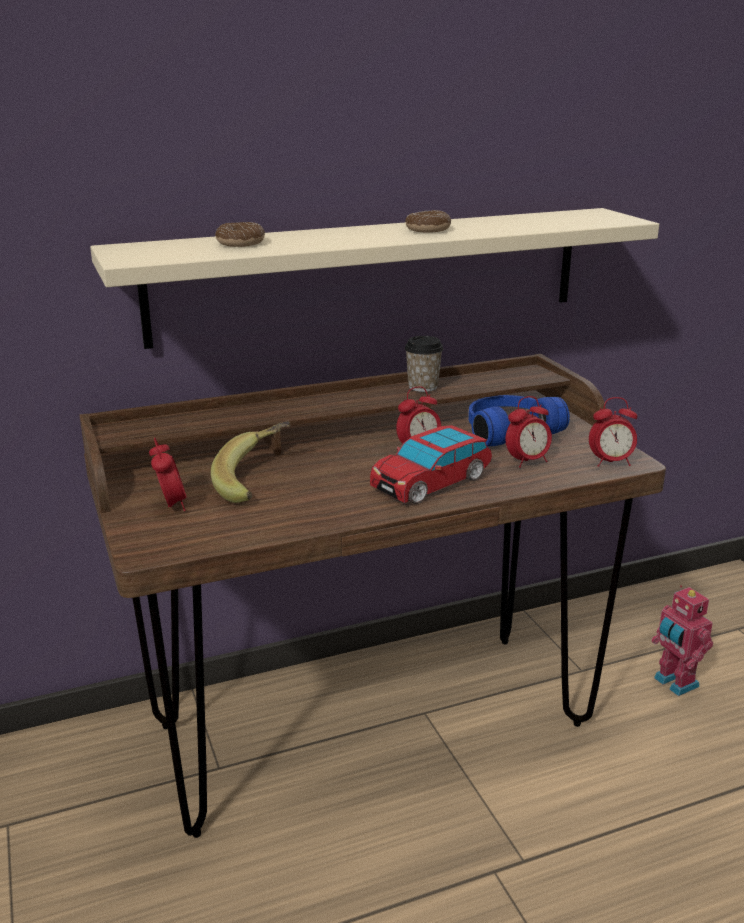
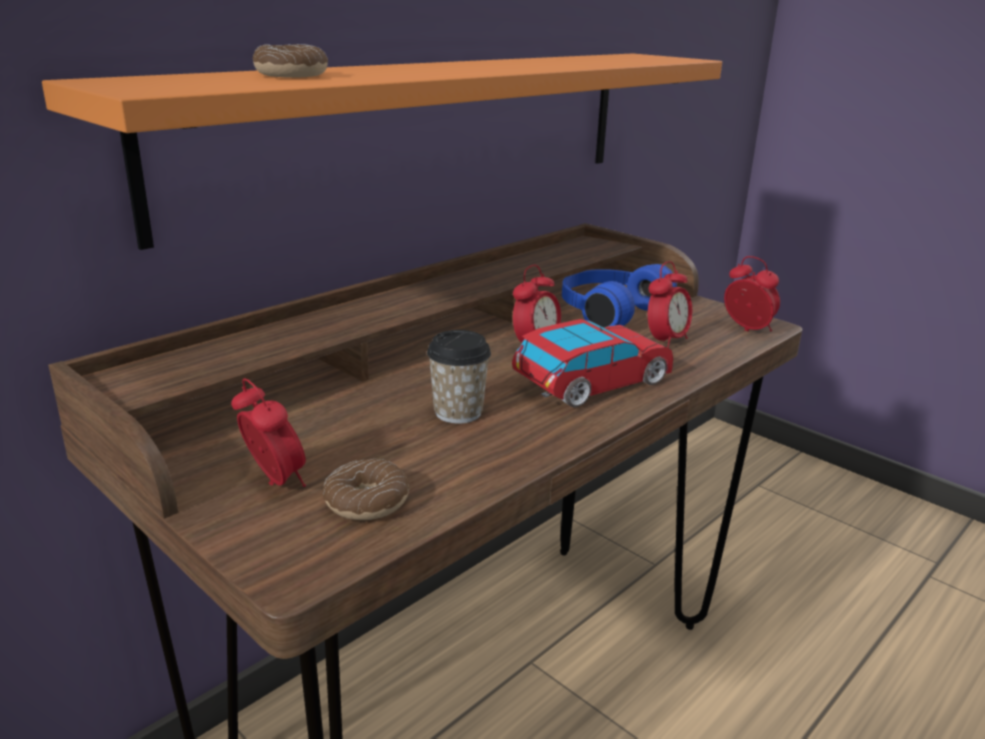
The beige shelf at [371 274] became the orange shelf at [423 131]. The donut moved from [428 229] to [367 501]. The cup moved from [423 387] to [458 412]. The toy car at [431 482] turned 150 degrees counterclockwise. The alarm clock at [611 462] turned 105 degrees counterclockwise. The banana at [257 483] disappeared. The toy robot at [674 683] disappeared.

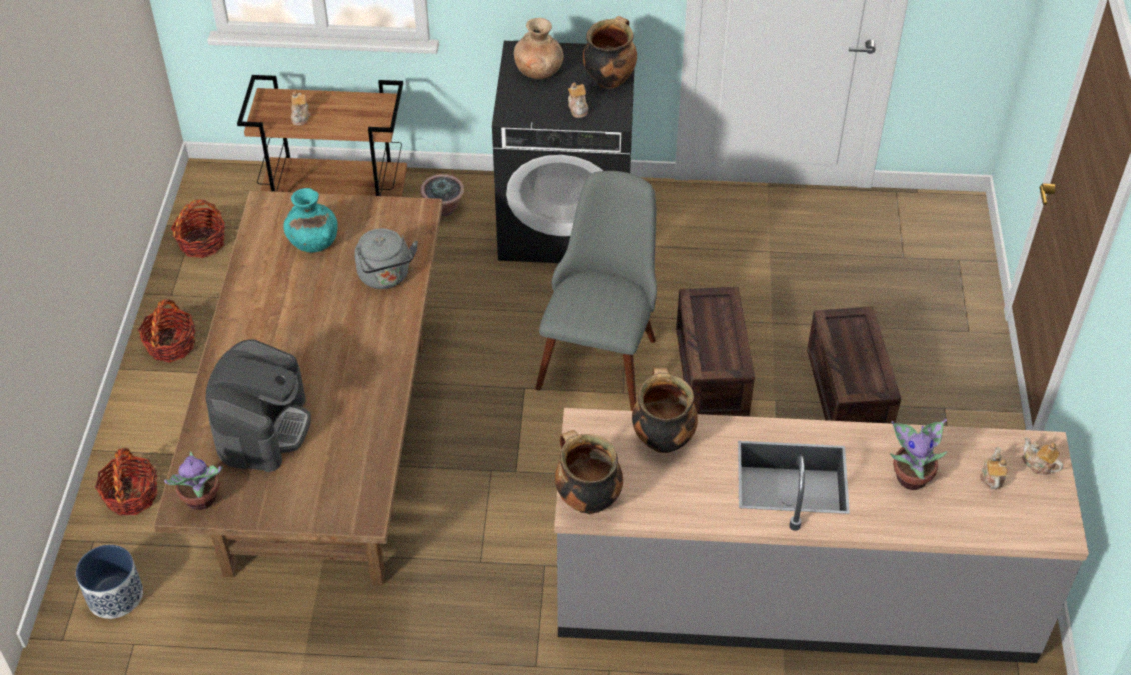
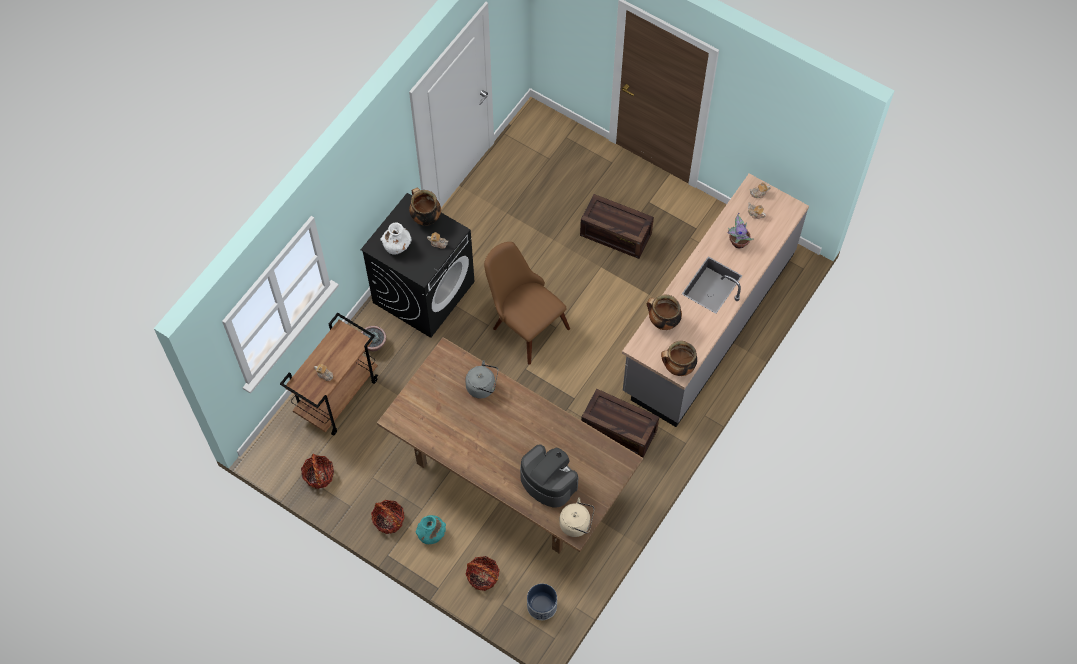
The brown vase at [539 71] became the white vase at [397 246]. The turquoise vase moved from [313 242] to [431 534]. The grey chair at [601 351] became the brown chair at [523 323]. The potted plant at [201 500] was replaced by the beige kettle at [577 524]. The crate moved from [709 370] to [617 431].

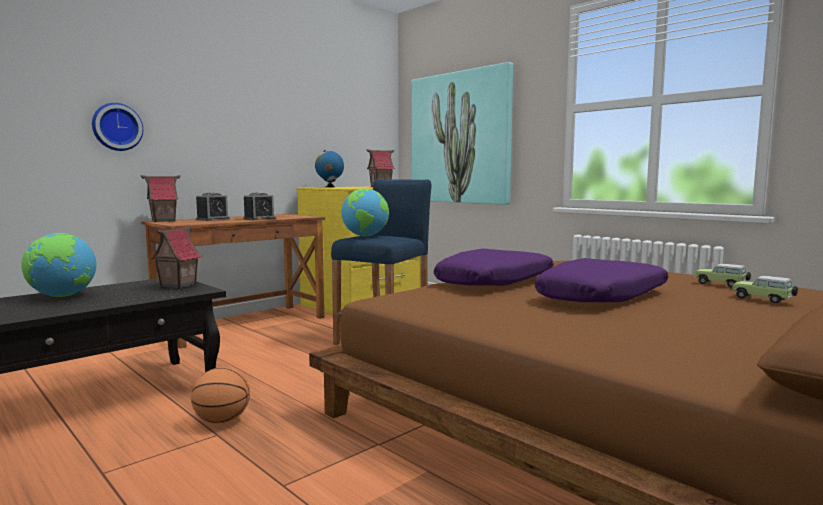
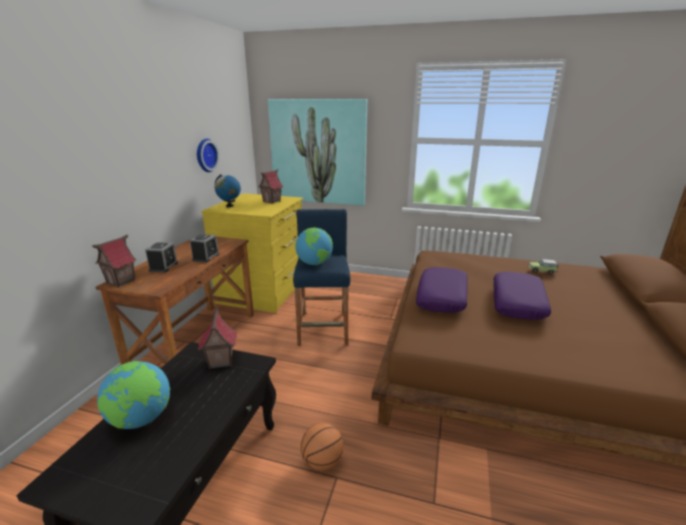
The wall clock moved from [116 127] to [205 155]. The toy car at [763 299] disappeared.

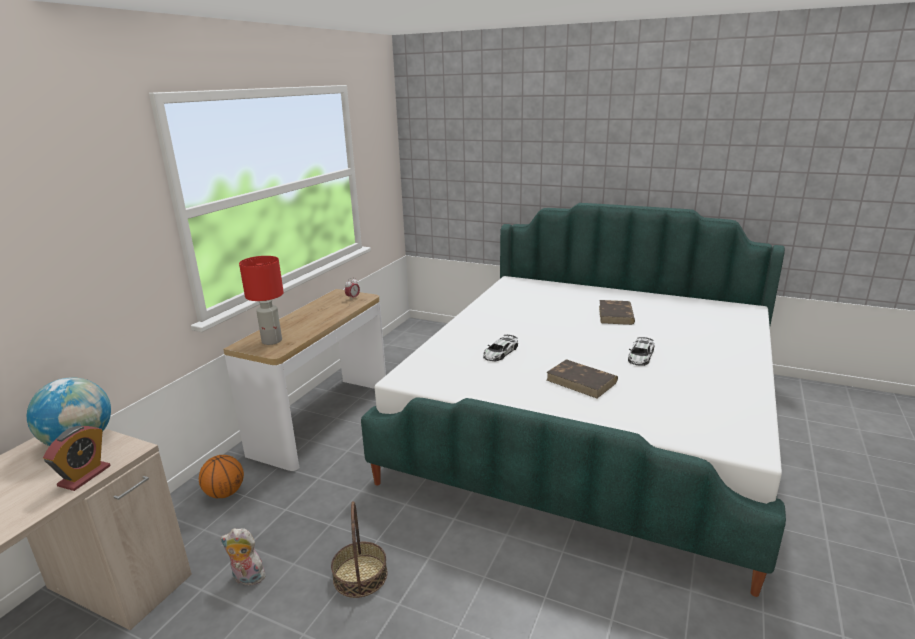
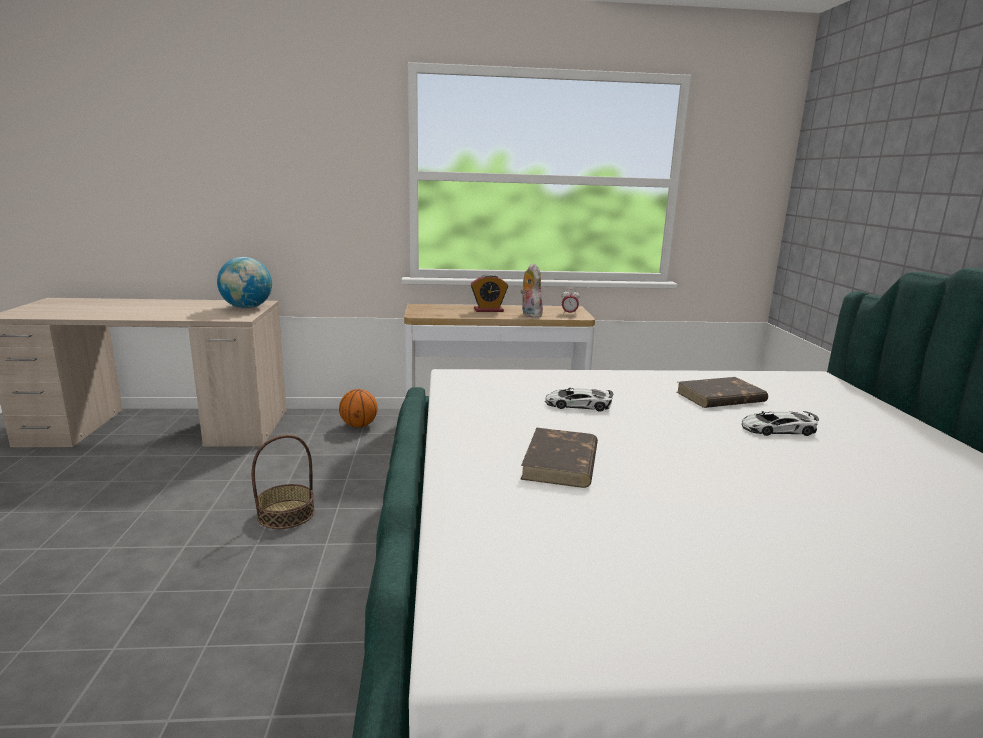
The alarm clock moved from [84 476] to [488 310]. The plush toy moved from [247 579] to [529 315]. The brown book moved from [616 315] to [720 397]. The toy car moved from [640 356] to [777 429]. The red table lamp at [272 341] disappeared.

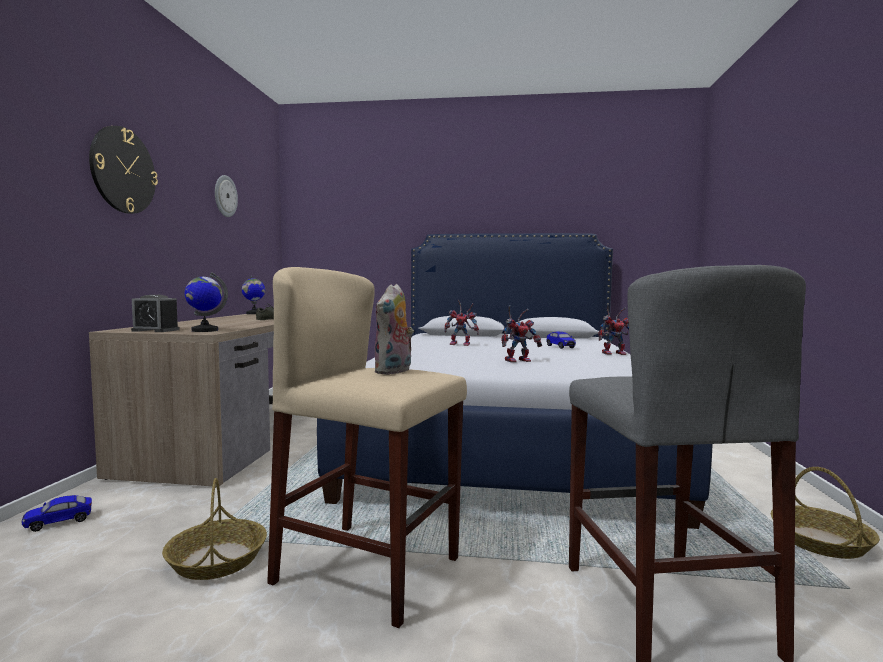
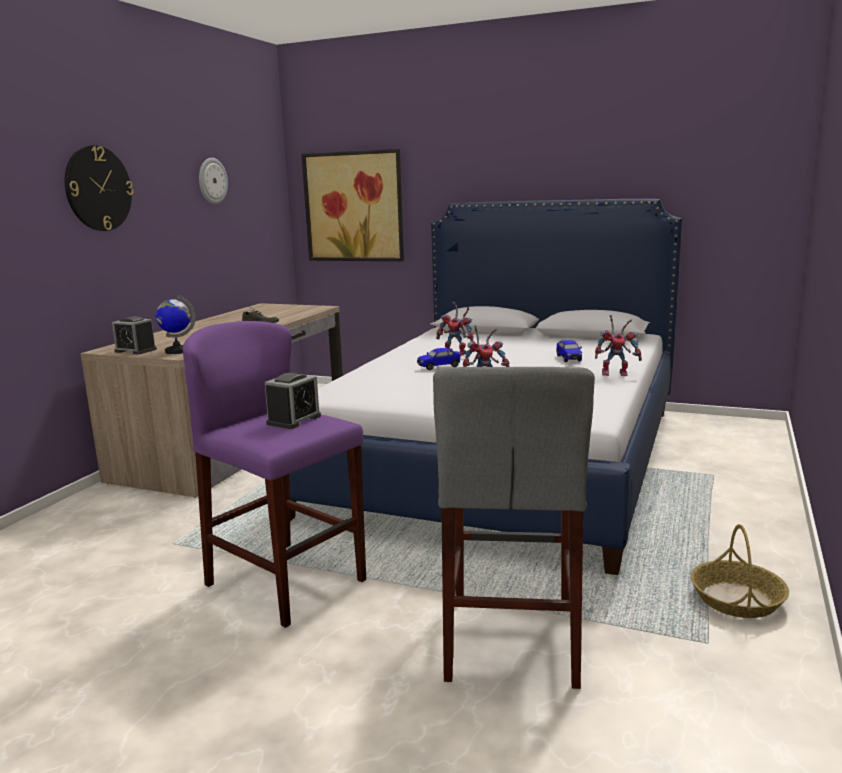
The beige stool at [368 570] became the purple stool at [286 582]. The plush toy at [394 371] was replaced by the alarm clock at [294 420]. The picture at [354 207] appeared. The toy car moved from [58 522] to [439 367]. The basket at [216 559] disappeared. The globe at [254 313] disappeared.

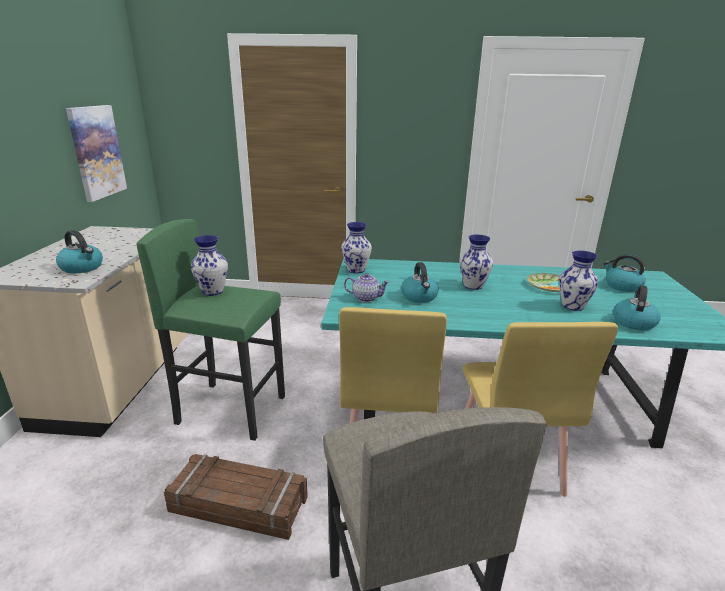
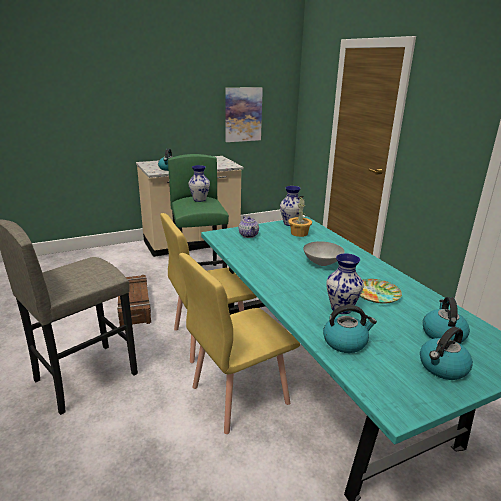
The potted plant at [299 233] appeared. The vase at [473 285] was replaced by the grey bowl at [322 263]. The kettle moved from [419 297] to [442 367].

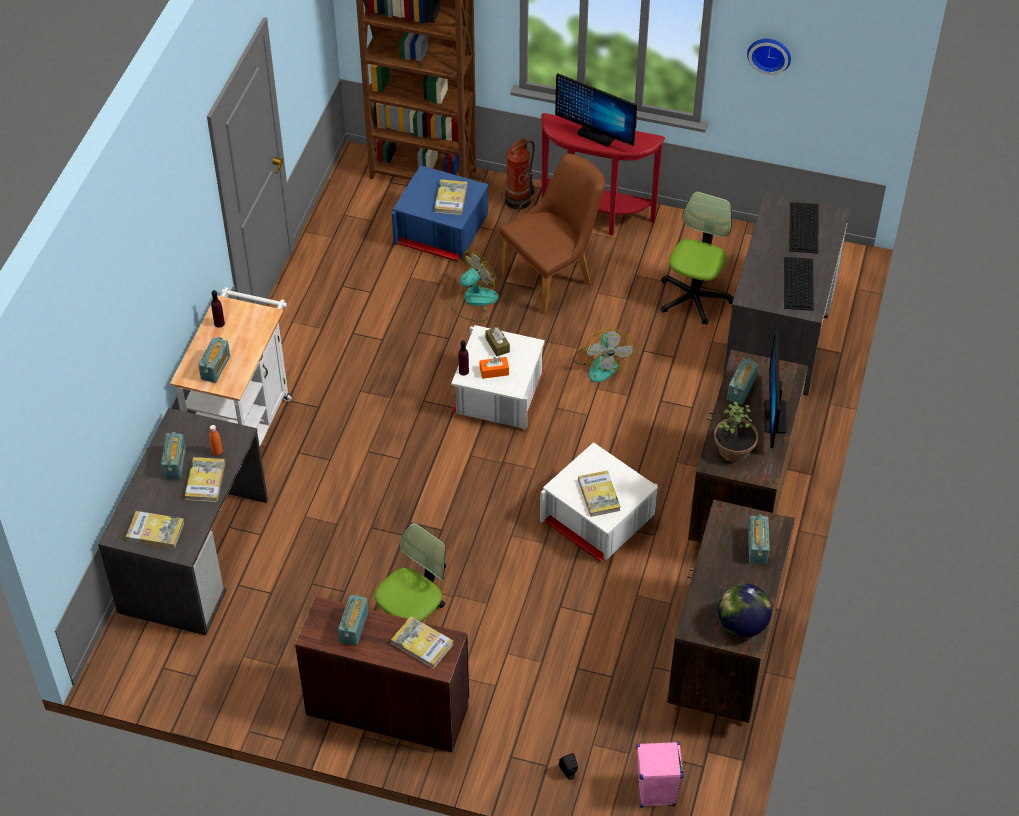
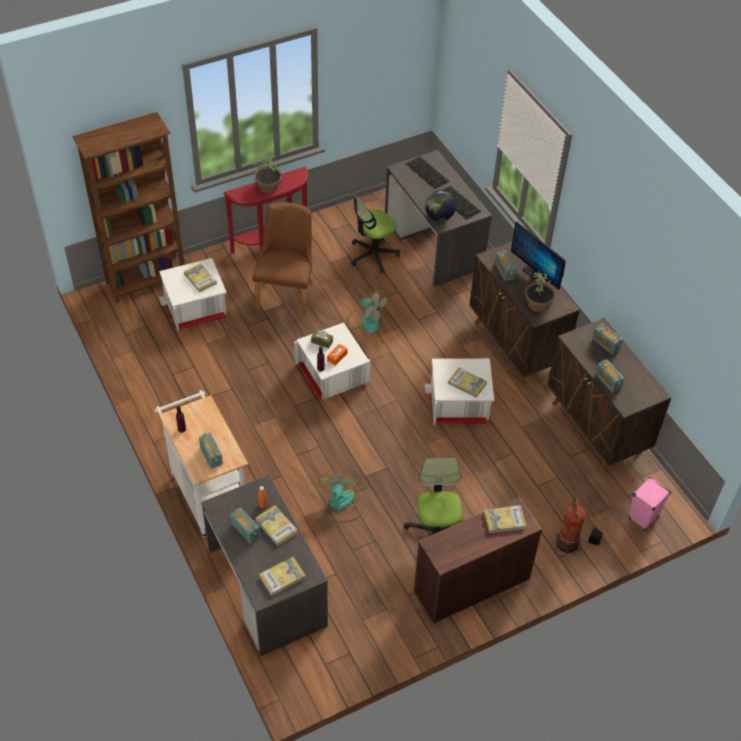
The blue storage box at [441 232] became the white storage box at [195 307]. The monitor at [596 135] was replaced by the potted plant at [268 186]. The fan moved from [474 301] to [341 505]. The office chair at [694 298] turned 105 degrees counterclockwise. The globe moved from [742 624] to [439 217]. The fire extinguisher moved from [519 200] to [567 542]. The radio moved from [354 627] to [607 381]. The wall clock at [769 53] disappeared.

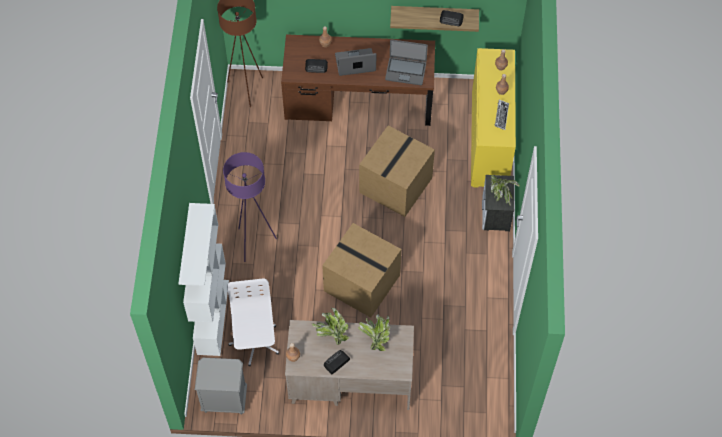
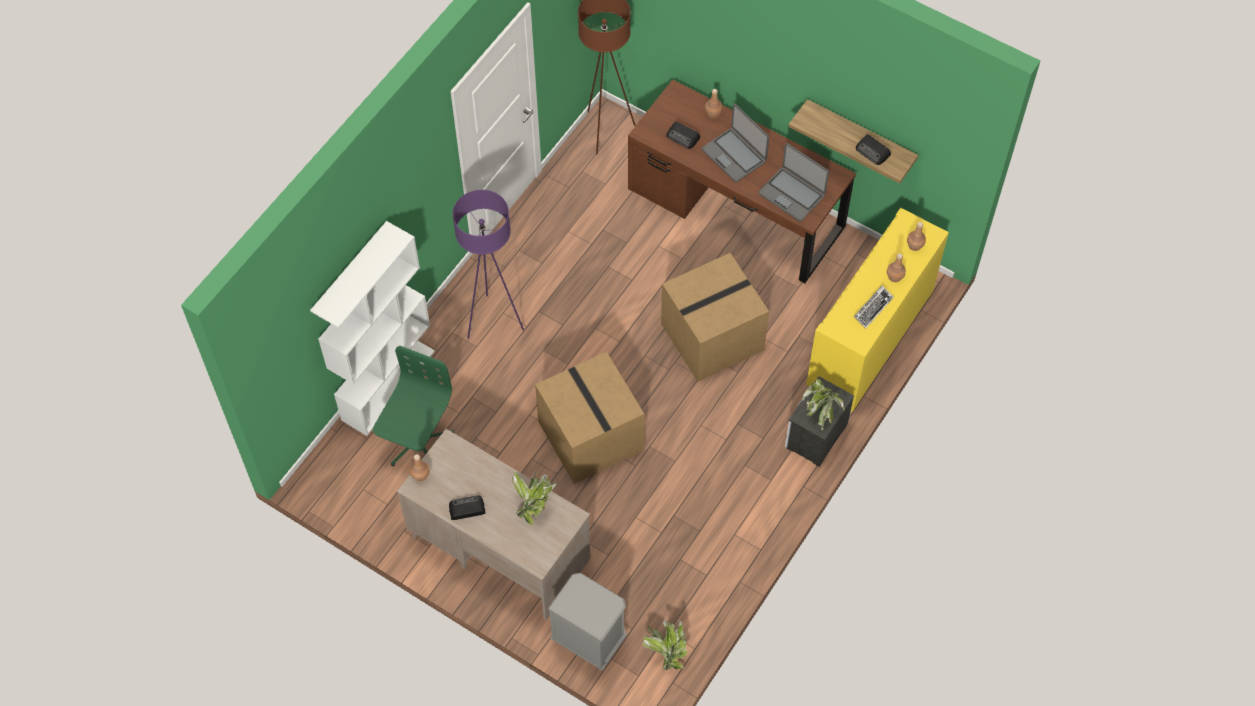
The white office chair at [255 342] became the green office chair at [417 441]. The grey nightstand moved from [224 400] to [589 640]. The potted plant moved from [331 333] to [666 650]. The laptop at [355 63] turned 150 degrees counterclockwise.

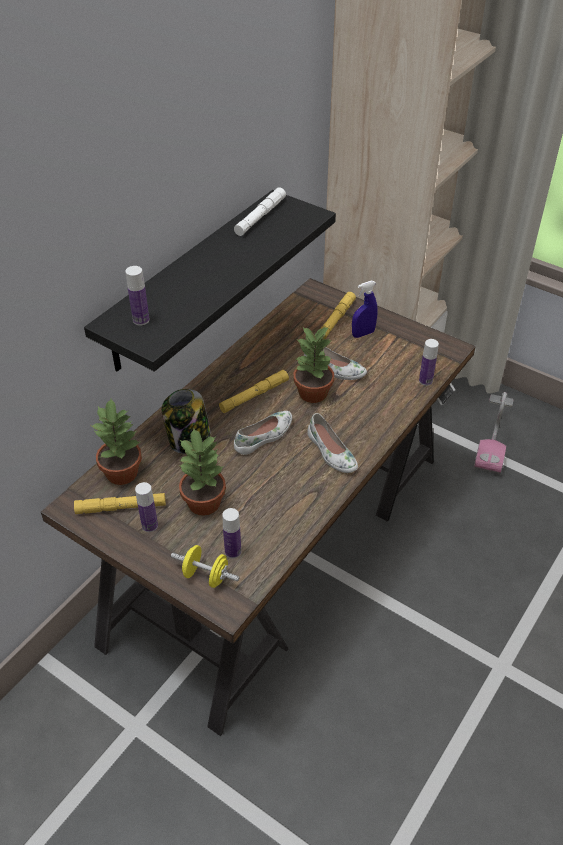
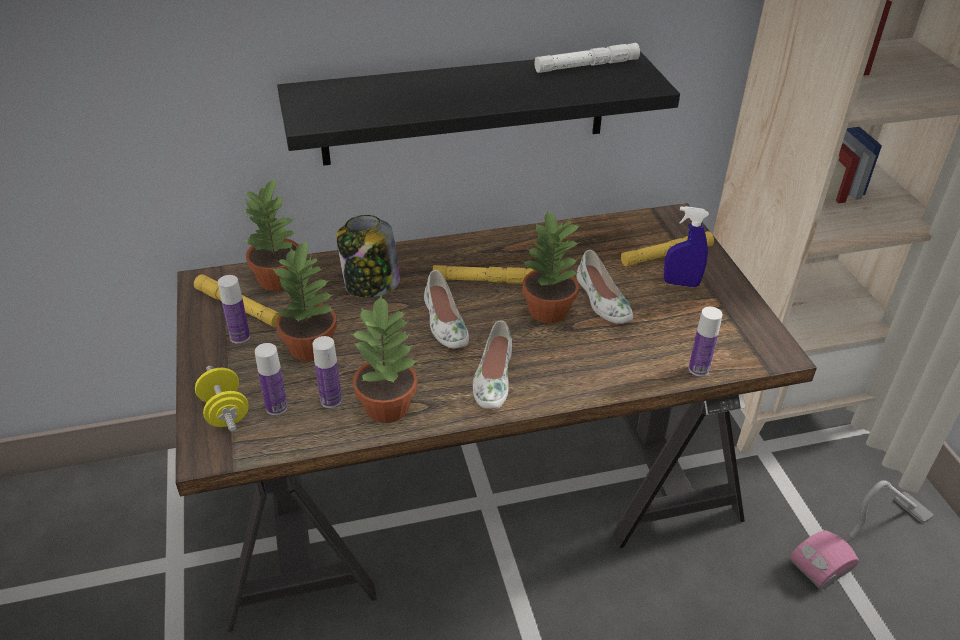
The bottle moved from [141 320] to [331 400]. The potted plant at [388 406] appeared. The white shoe at [264 436] turned 75 degrees clockwise.

